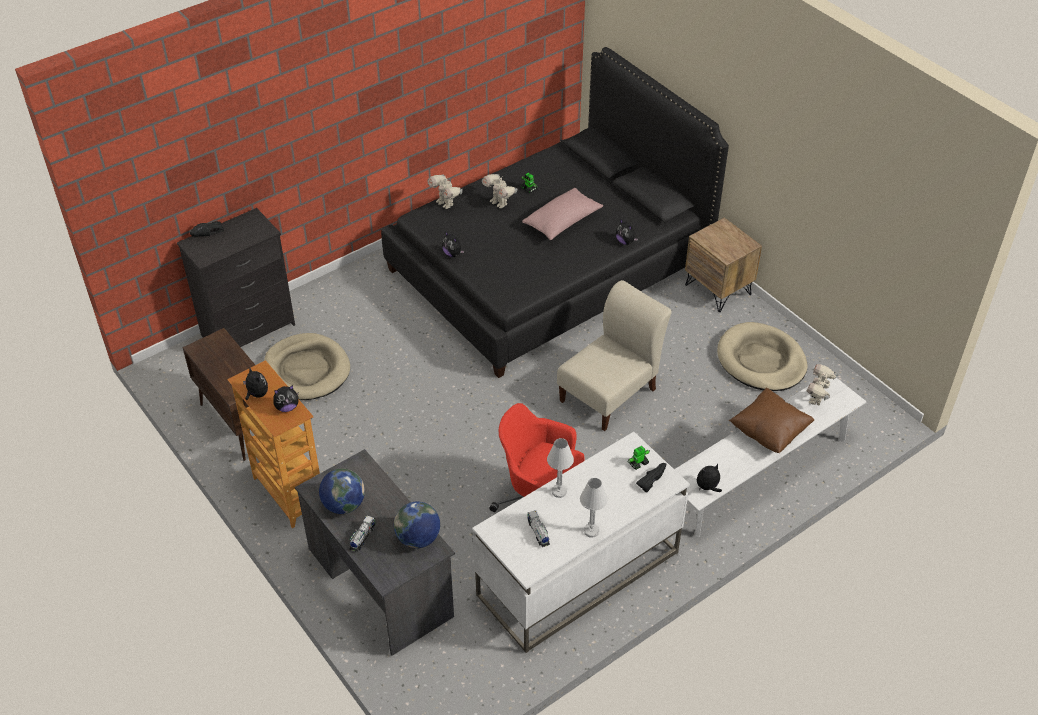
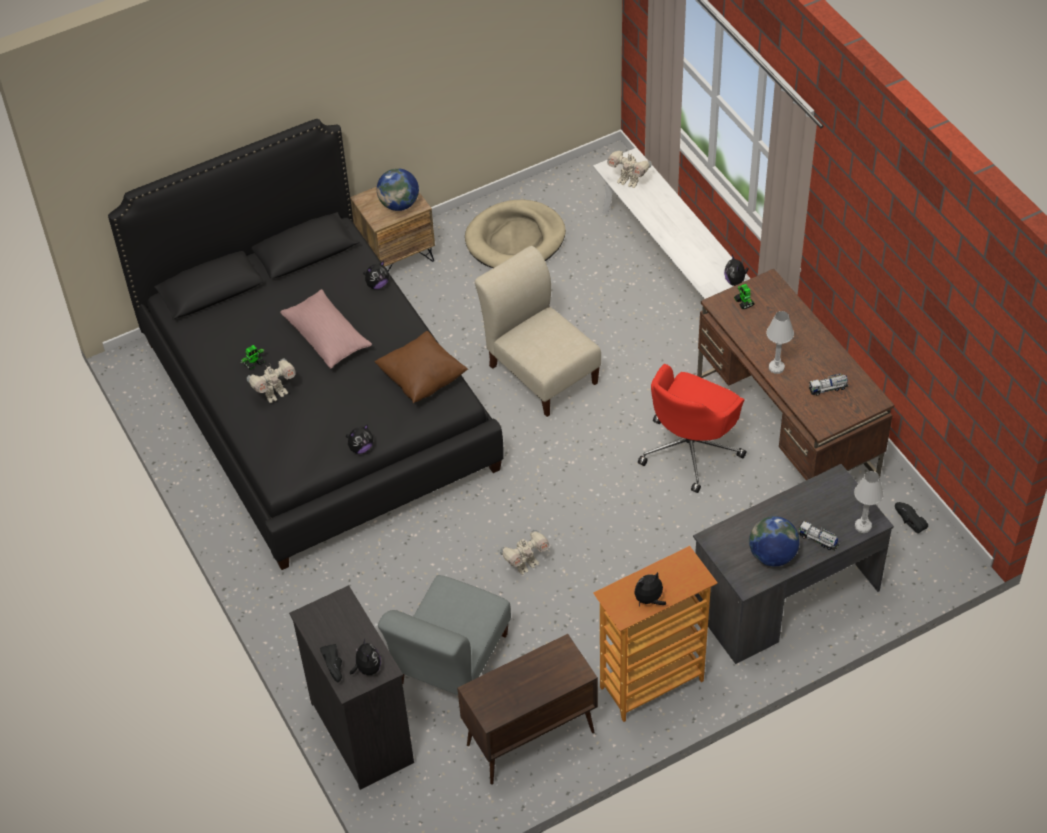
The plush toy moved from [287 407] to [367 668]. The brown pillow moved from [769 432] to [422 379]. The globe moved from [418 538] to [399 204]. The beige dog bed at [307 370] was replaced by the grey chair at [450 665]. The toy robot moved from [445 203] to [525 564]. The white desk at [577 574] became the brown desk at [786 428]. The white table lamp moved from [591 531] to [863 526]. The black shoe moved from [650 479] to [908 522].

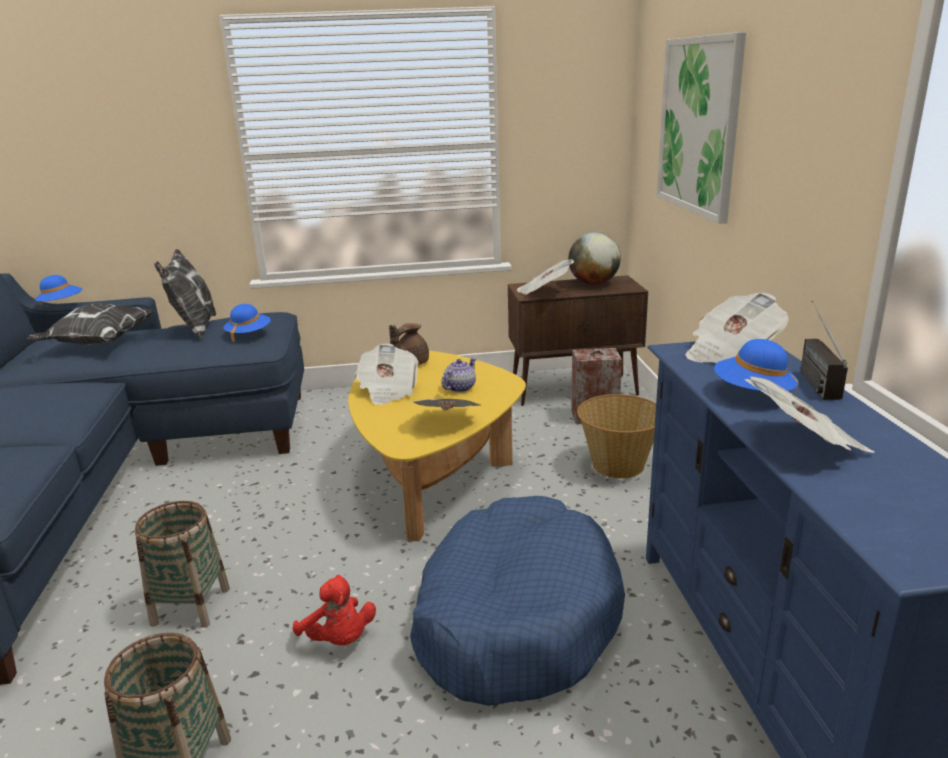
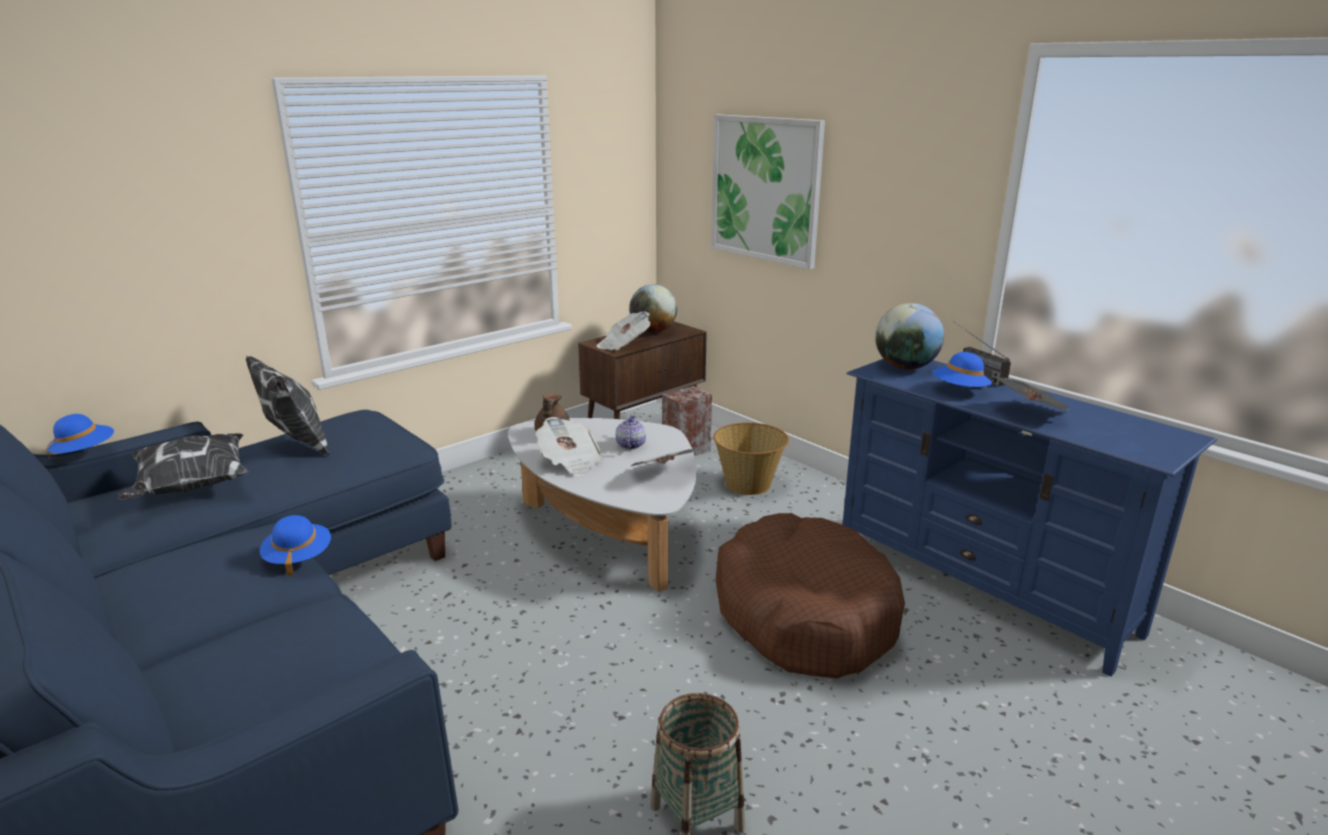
The blue hat moved from [248 334] to [298 557]. The yellow coffee table at [433 472] became the white coffee table at [609 532]. The blue dog bed at [515 617] became the brown dog bed at [804 613]. The newspaper at [730 353] was replaced by the globe at [905 367]. The basket at [190 606] disappeared. The red plush toy at [339 640] disappeared.

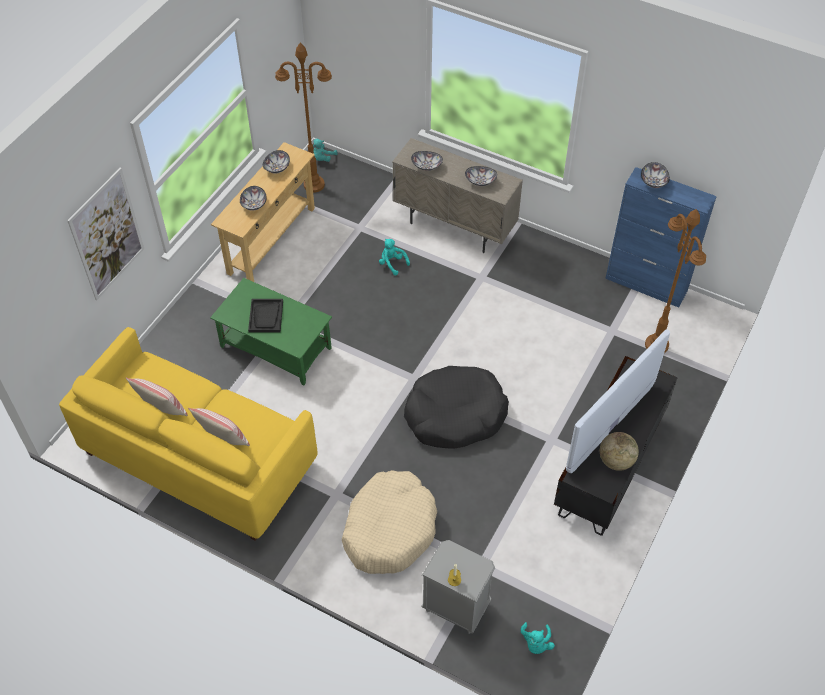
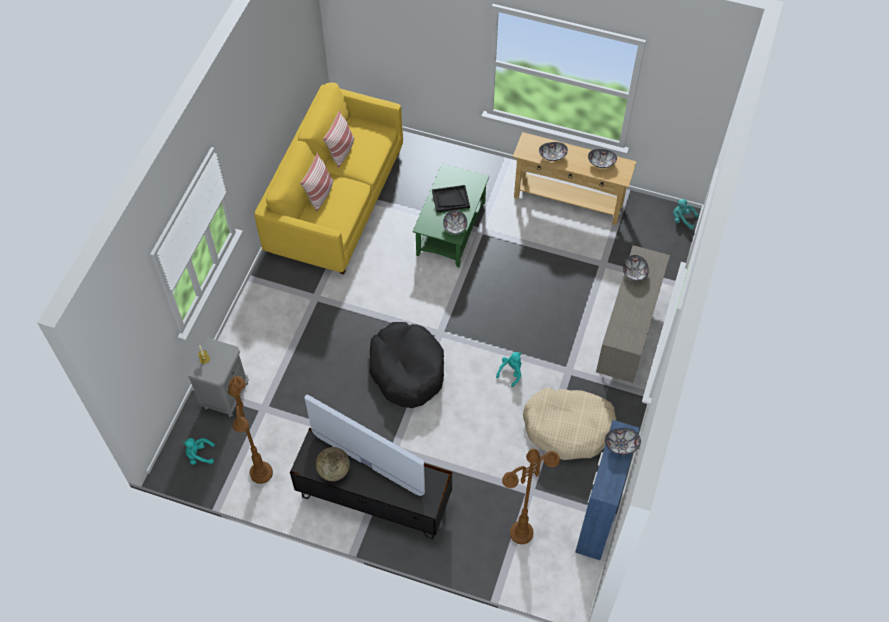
The brown floor lamp moved from [313 185] to [261 472]. The bowl moved from [480 181] to [454 227]. The turquoise plush toy moved from [392 263] to [511 372]. The beige dog bed moved from [389 529] to [569 427]. The picture at [107 235] disappeared.

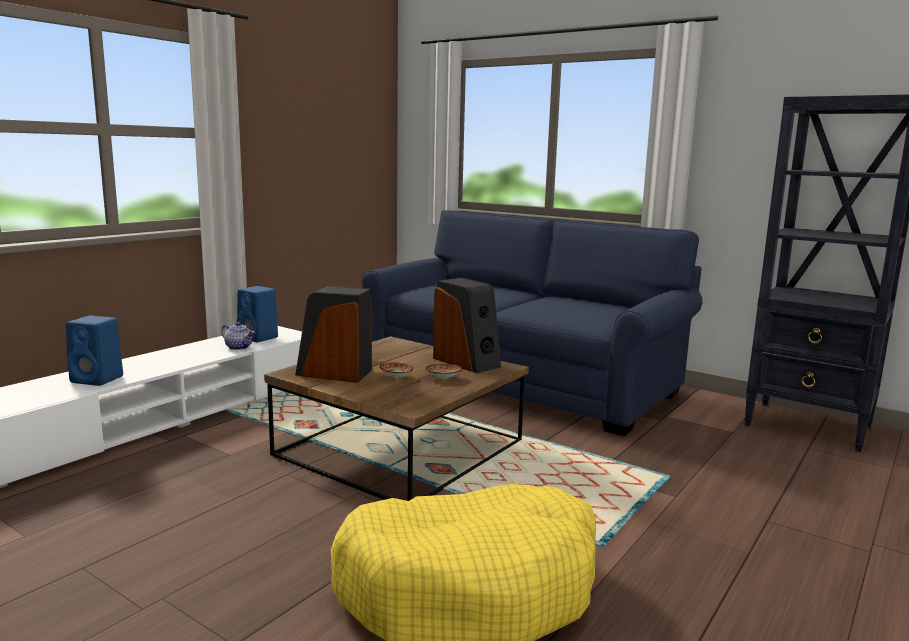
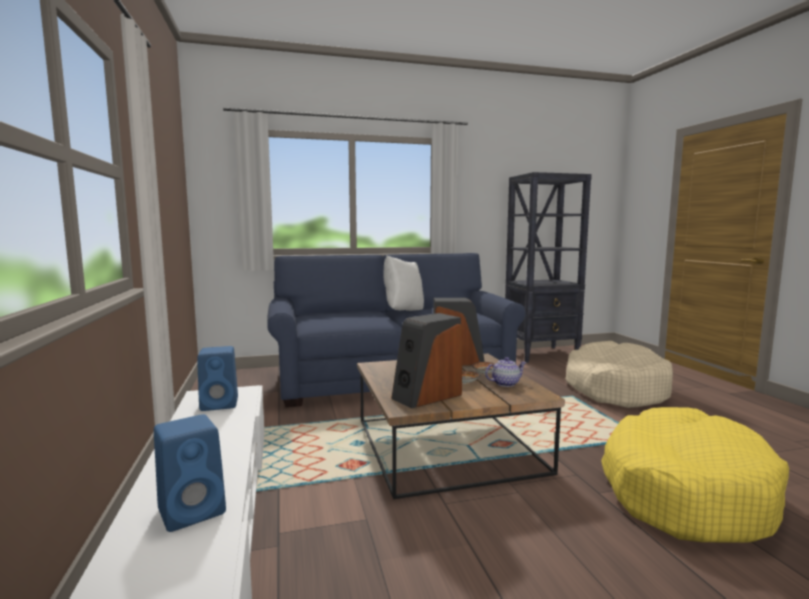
The white pillow at [403 311] appeared. The teapot moved from [239 347] to [505 383]. The beige dog bed at [615 388] appeared.

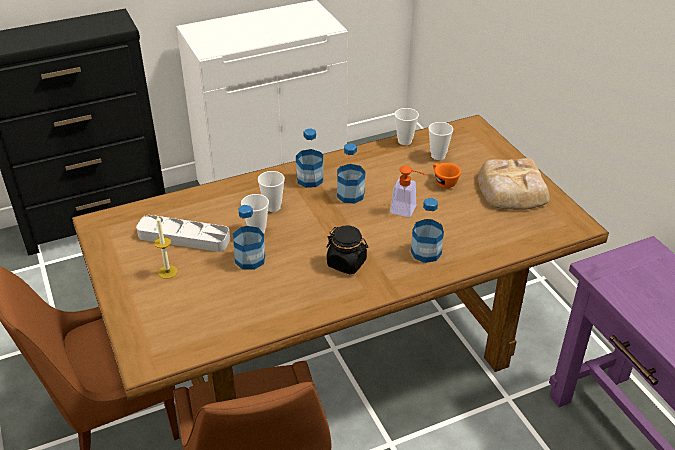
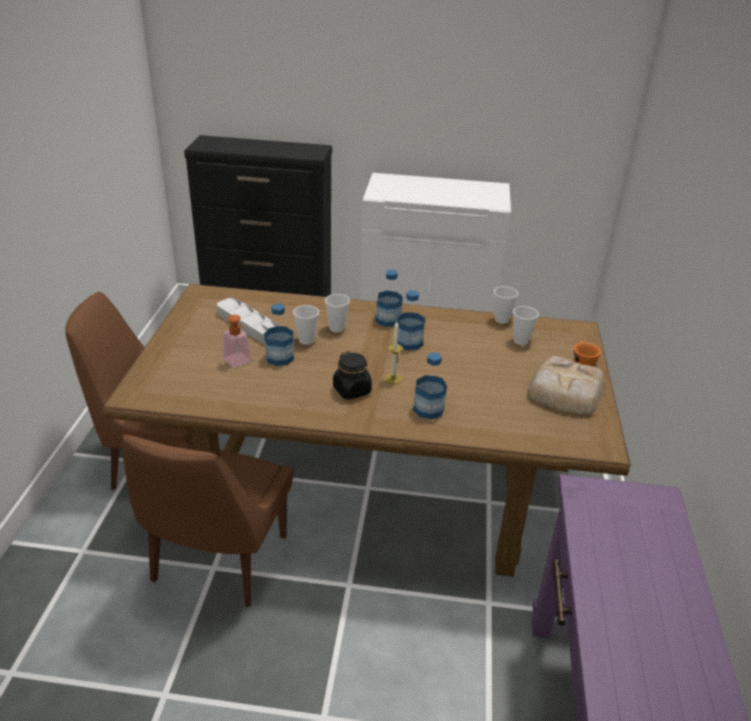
The soap dispenser moved from [408 211] to [240 362]. The candle moved from [167 272] to [393 378]. The orange cup moved from [443 181] to [582 361].

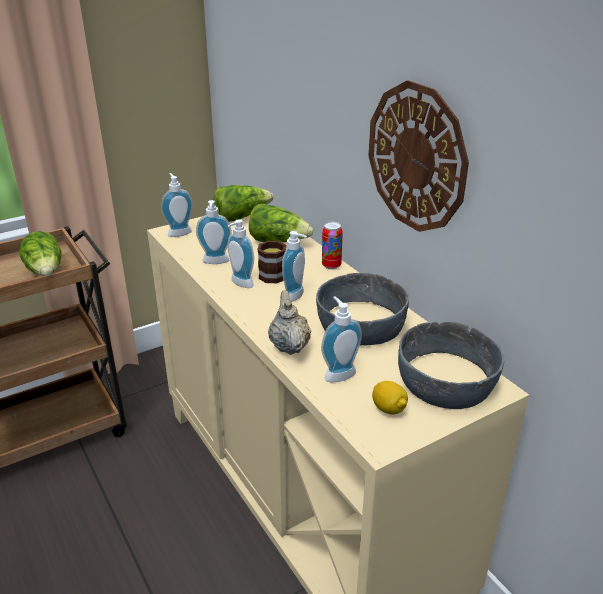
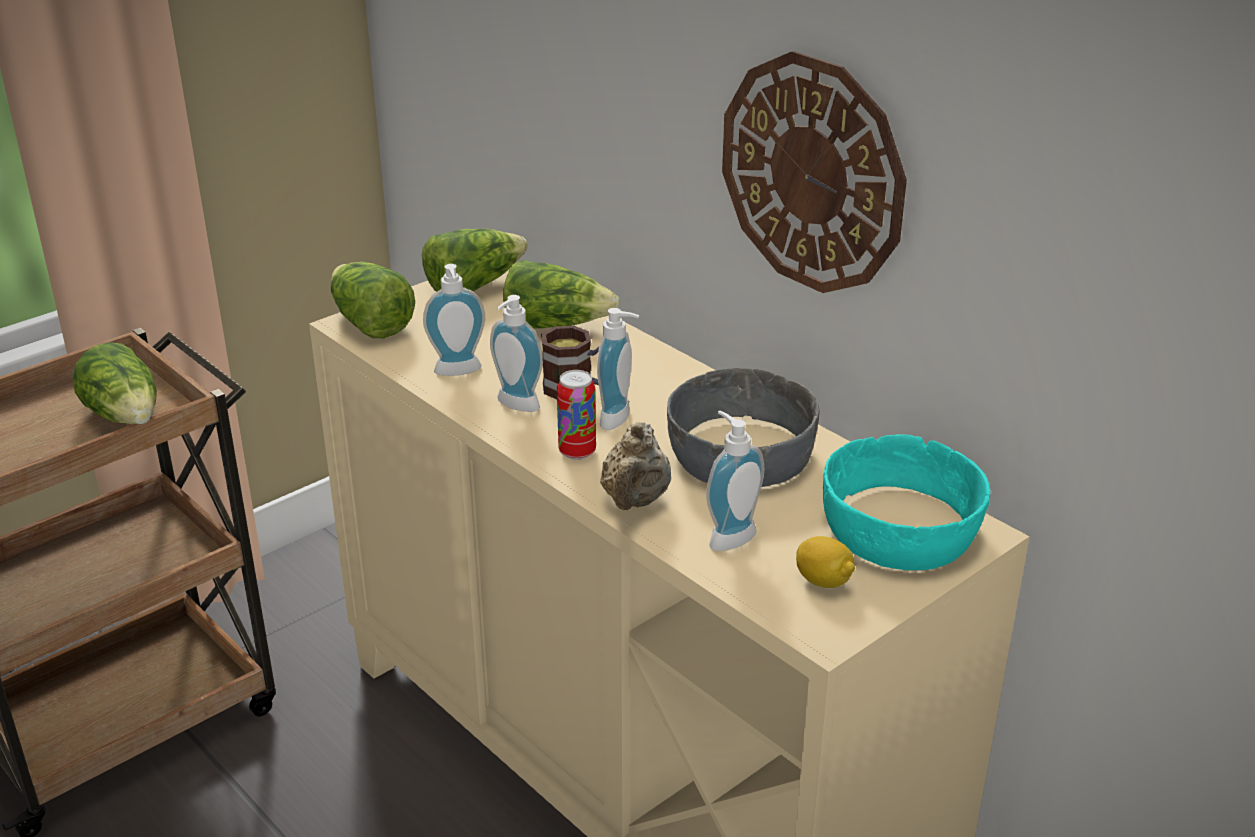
The soap dispenser at [179 232] was replaced by the lettuce at [370 323]. The can moved from [331 265] to [577 452]. The beige teapot at [289 346] turned 150 degrees counterclockwise. The grey bowl at [446 381] became the turquoise bowl at [901 530].

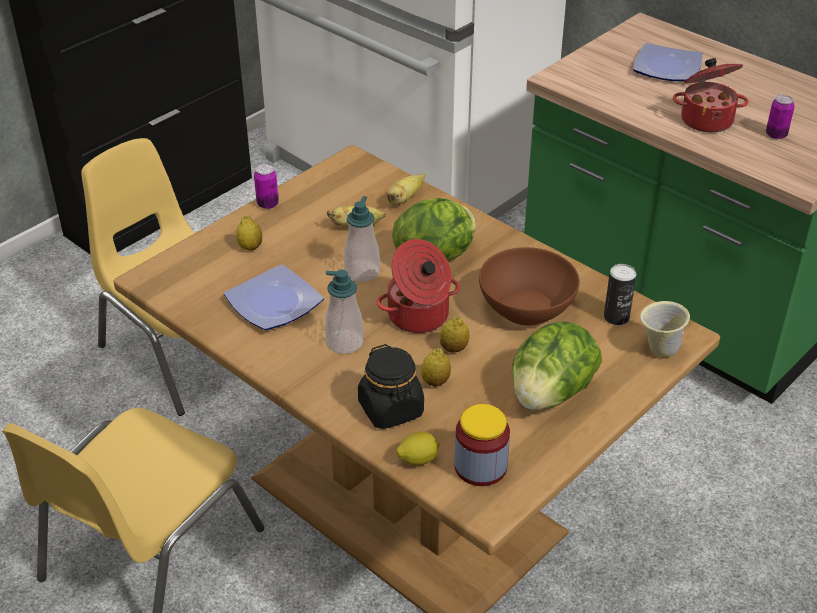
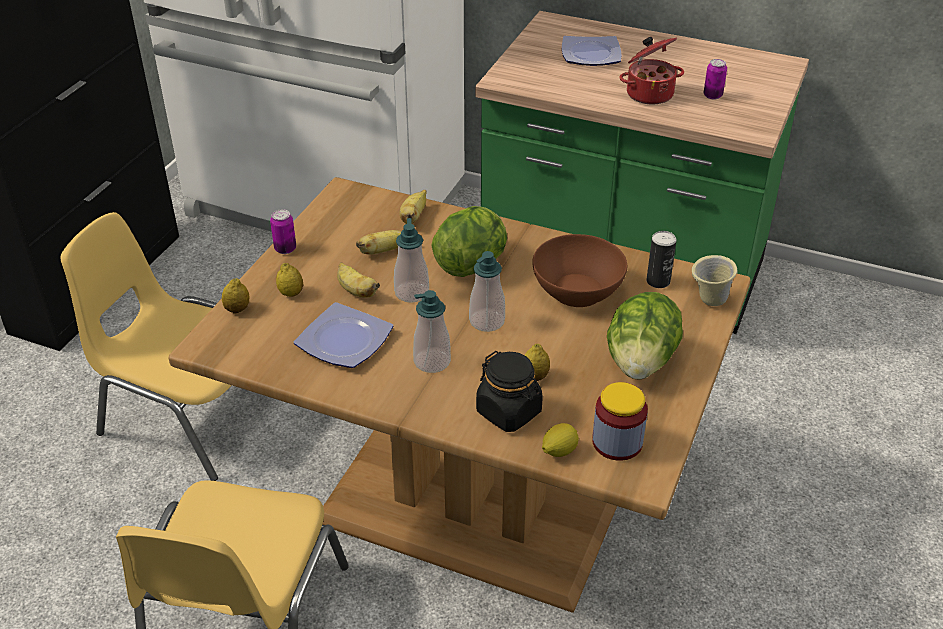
The lemon moved from [454 348] to [237 309]. The banana at [356 291] appeared. The cooking pot at [419 316] was replaced by the soap dispenser at [487 321].

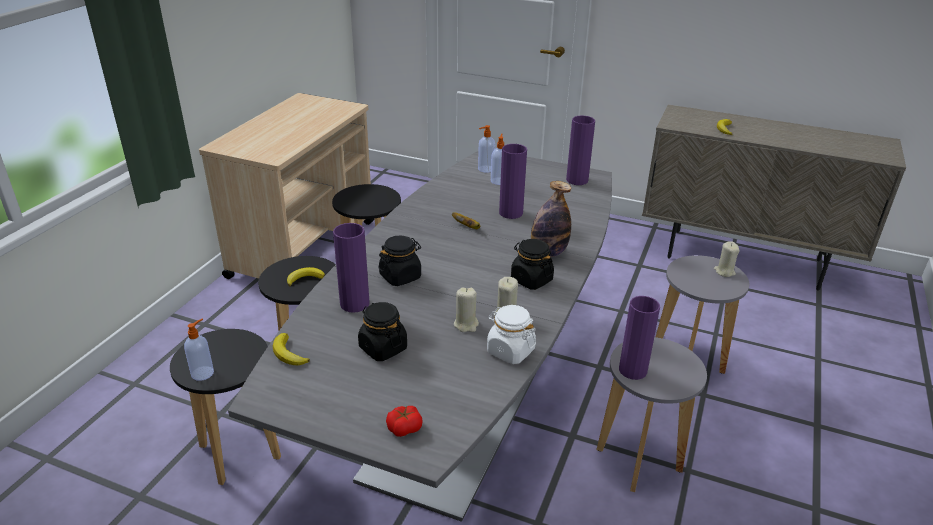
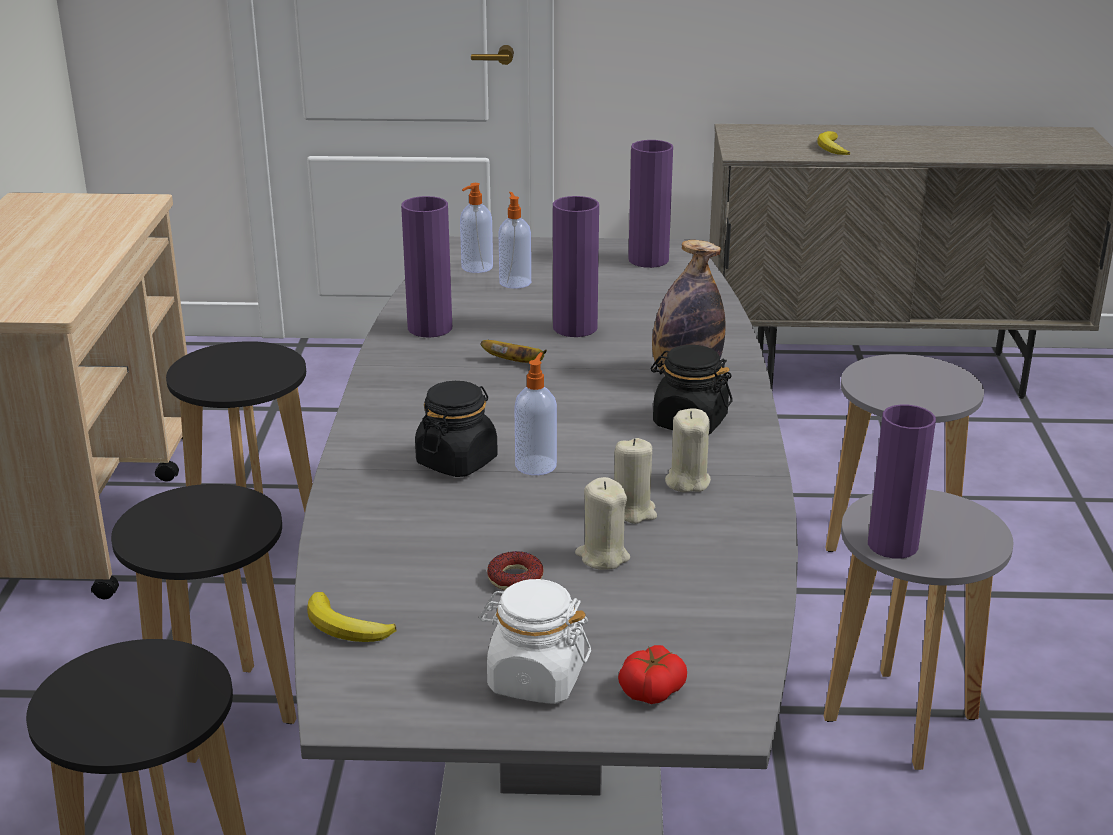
The purple vase moved from [354 304] to [430 328]. The white jar moved from [510 351] to [535 679]. The black jar at [382 348] was replaced by the donut at [515 578]. The soap dispenser moved from [203 373] to [536 464]. The beige candle moved from [724 271] to [602 556]. The banana at [305 278] disappeared.

